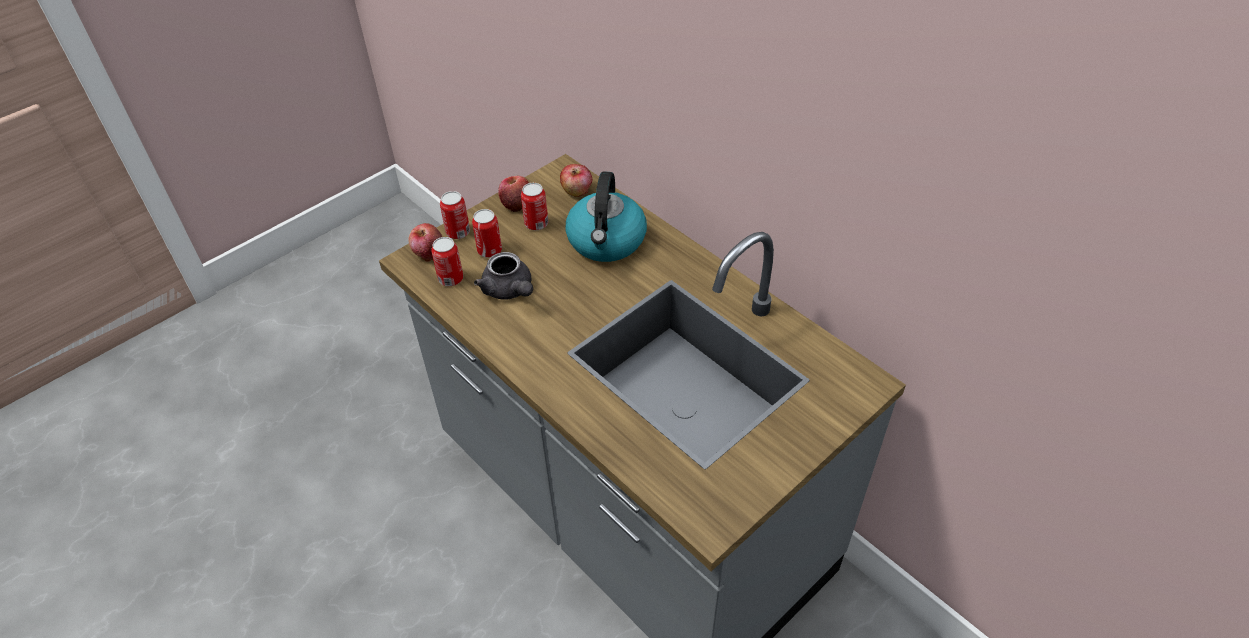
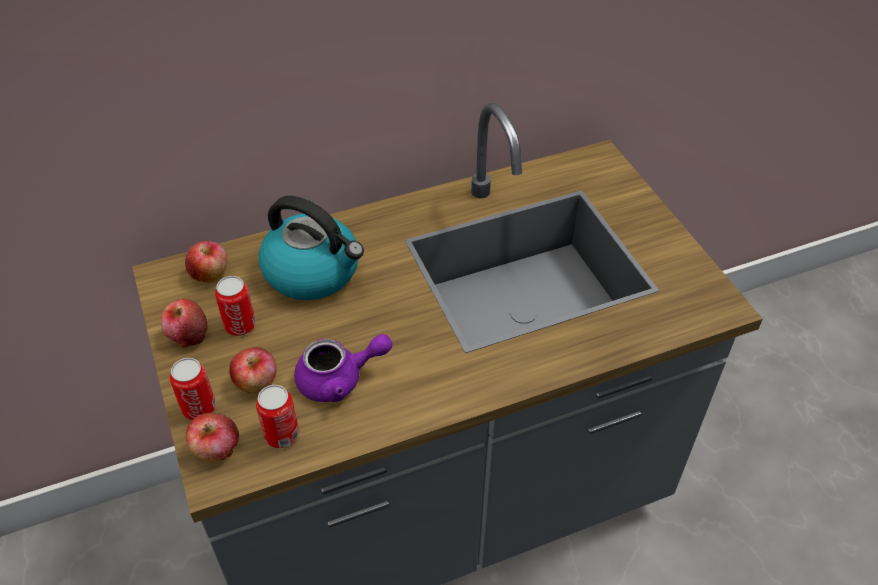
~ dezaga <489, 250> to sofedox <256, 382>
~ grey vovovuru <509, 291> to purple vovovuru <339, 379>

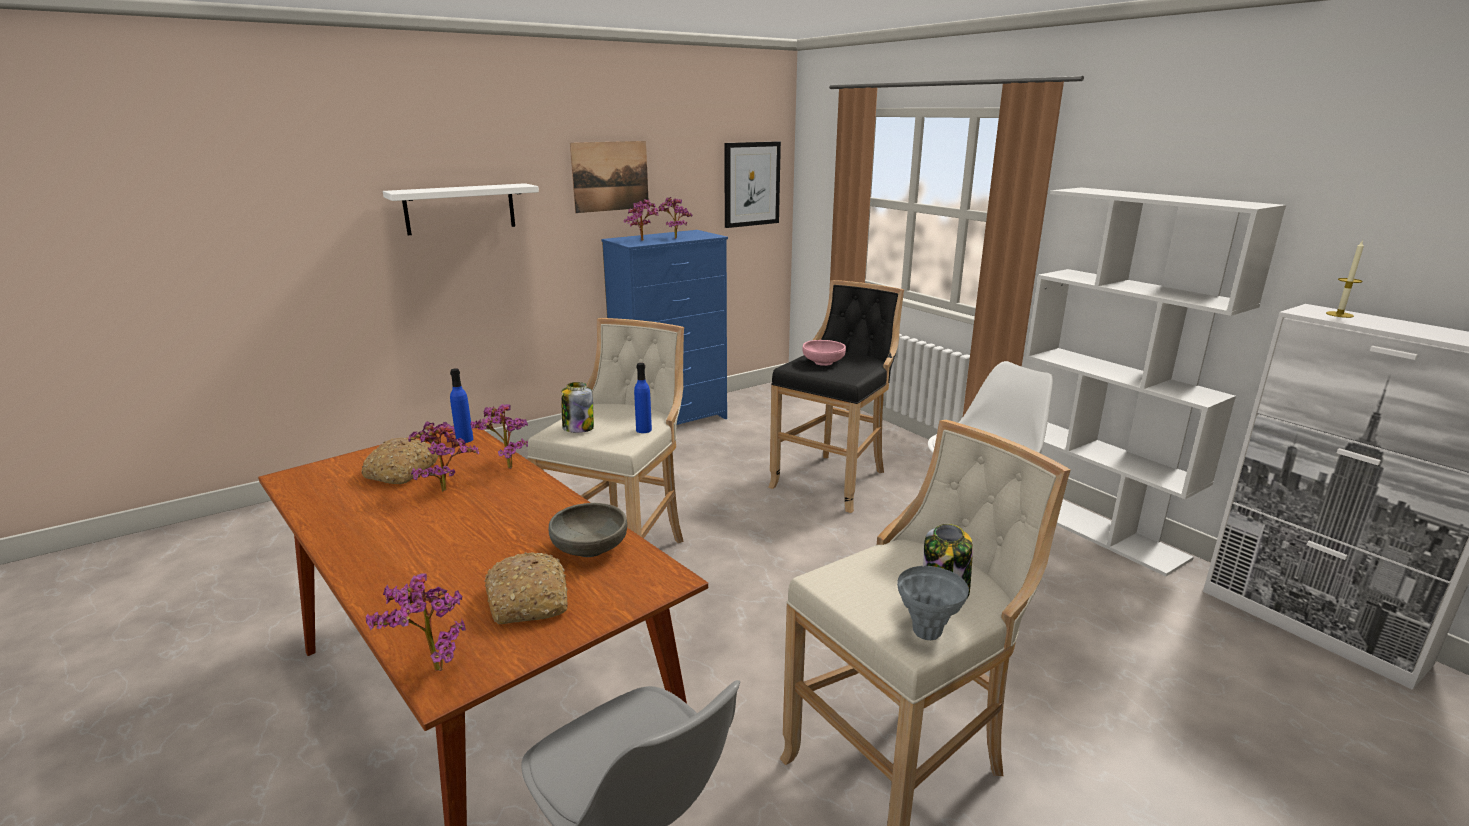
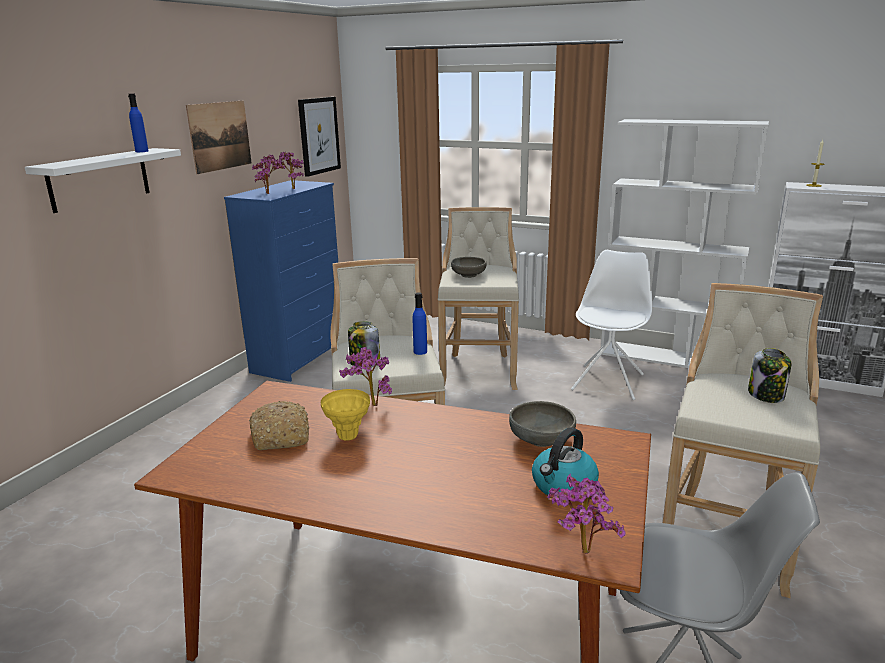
~ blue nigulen <464, 439> to <142, 151>
~ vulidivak <445, 488> to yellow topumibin <348, 436>
~ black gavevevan <834, 479> to beige gavevevan <479, 370>
~ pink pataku <823, 362> to grey pataku <468, 275>
~ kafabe <529, 600> to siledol <563, 486>
- grey topumibin <927, 632>

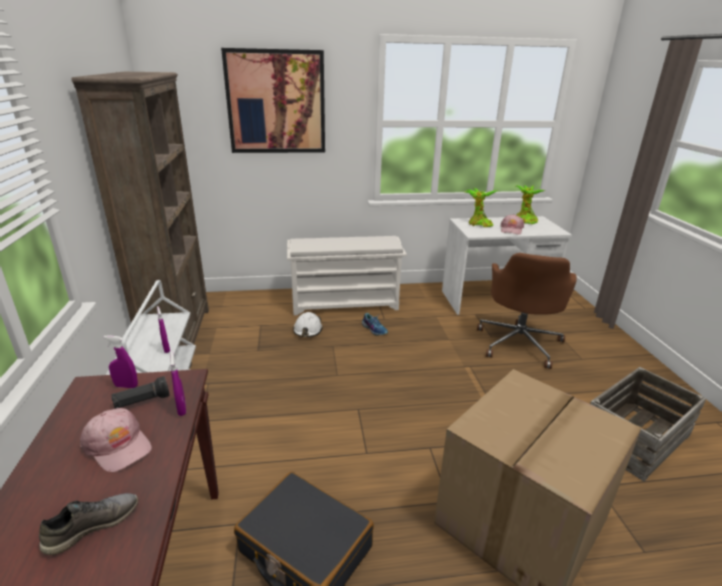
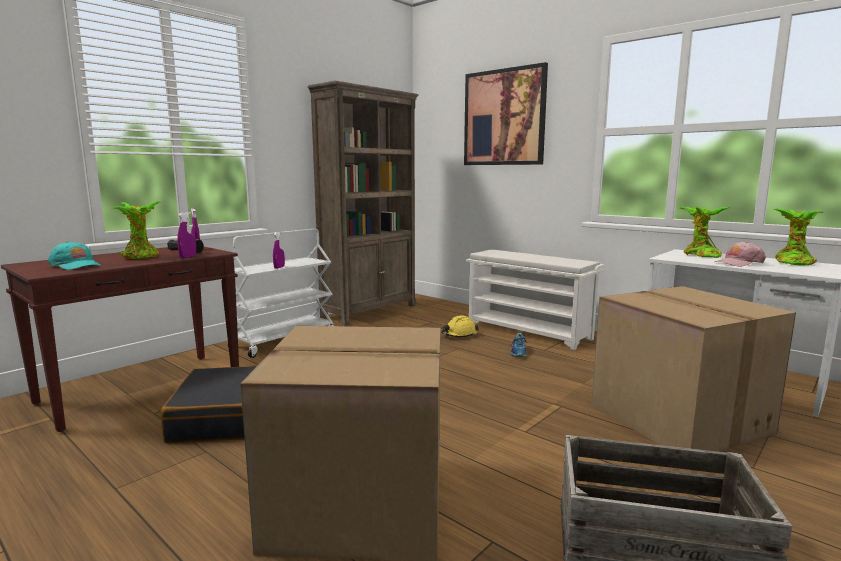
~ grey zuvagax <93, 525> to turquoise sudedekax <76, 265>
~ pink sudedekax <118, 445> to vulidivak <141, 257>
~ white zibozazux <308, 330> to yellow zibozazux <459, 335>
~ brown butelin <519, 342> to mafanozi <676, 418>

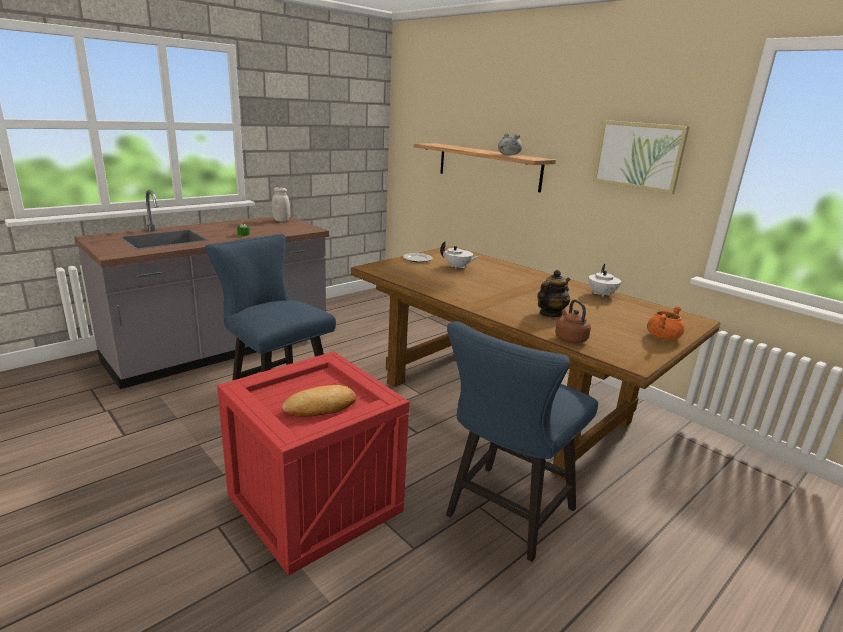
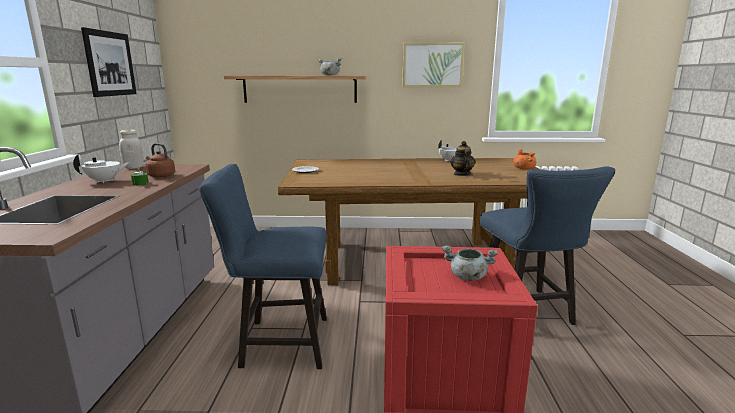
~ white vovovuru <458, 267> to <104, 181>
+ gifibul <110, 63>
~ brown siledol <570, 338> to <160, 176>
~ kafabe <321, 406> to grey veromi <467, 277>

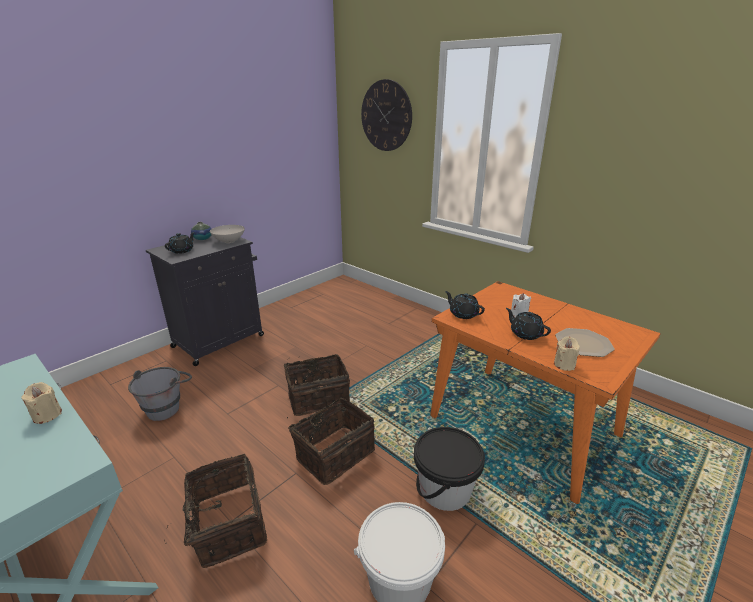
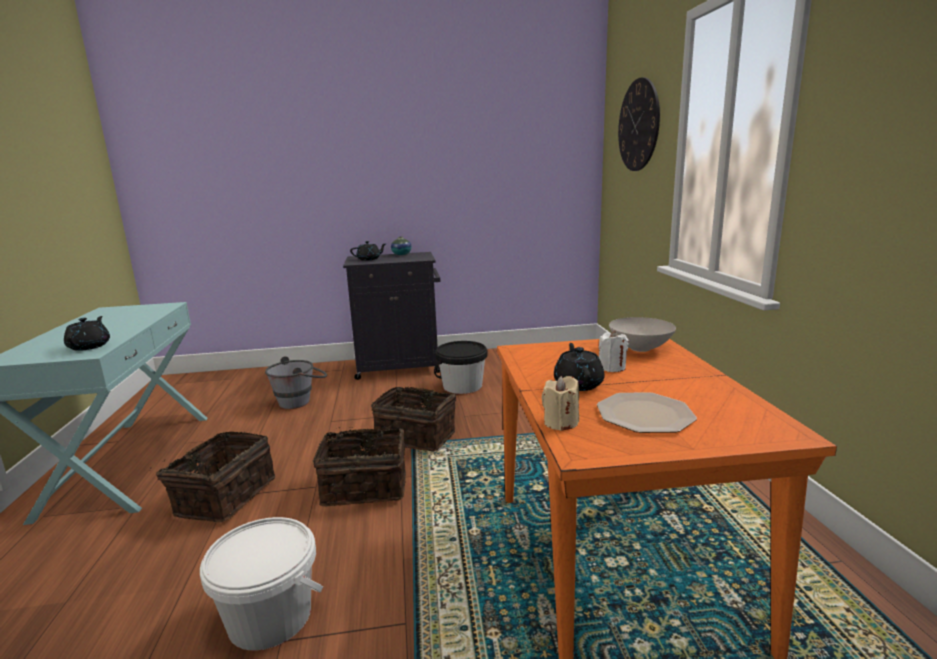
~ black vovovuru <463, 314> to <90, 346>
~ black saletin <445, 488> to <462, 386>
~ white pataku <228, 241> to <639, 348>
- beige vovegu <47, 415>

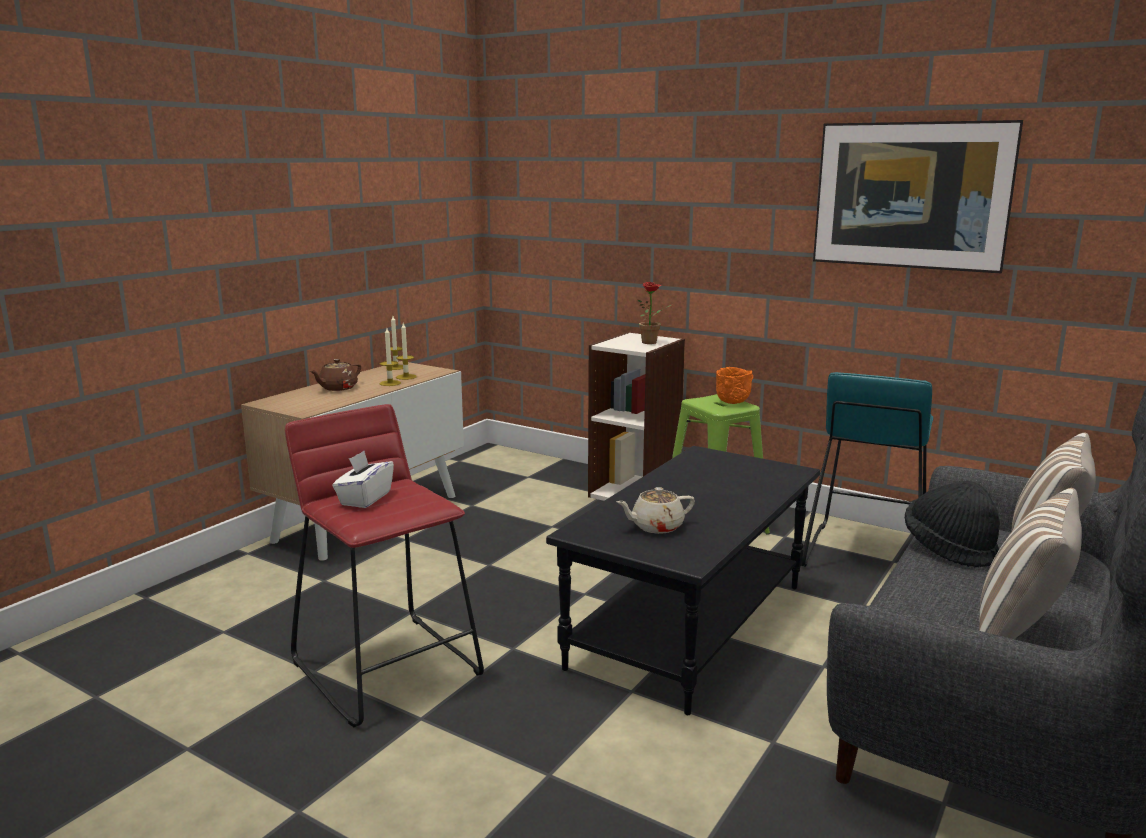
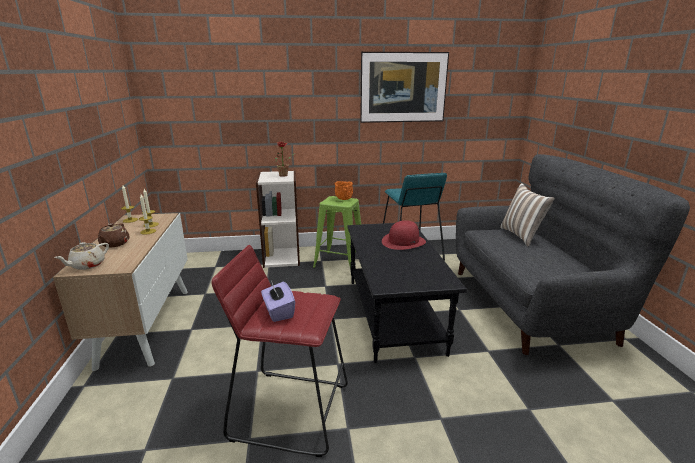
~ beige vovovuru <656, 527> to <87, 265>
~ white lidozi <365, 498> to purple lidozi <278, 312>
+ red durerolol <403, 241>
- black durerolol <949, 549>
- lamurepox <1019, 637>

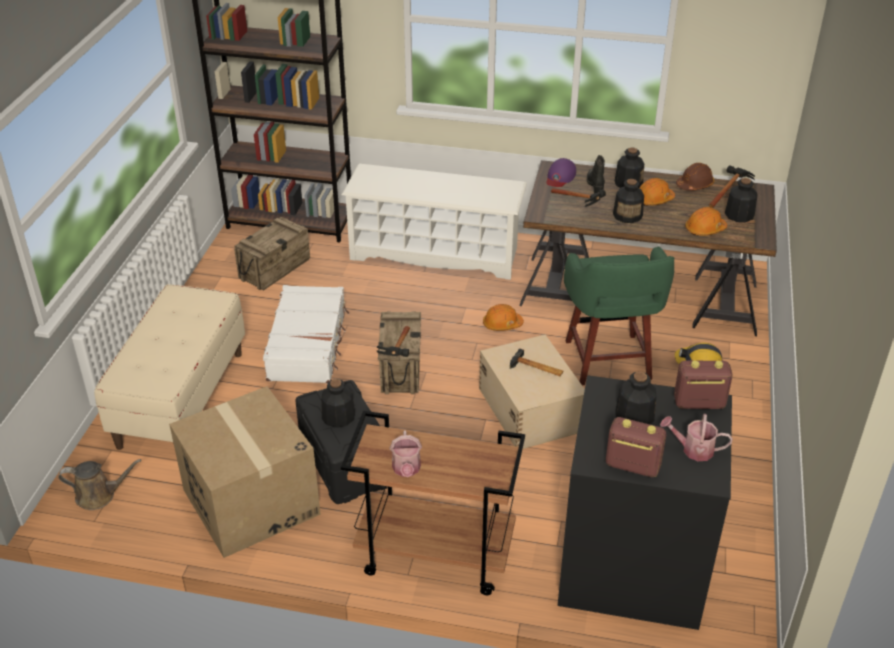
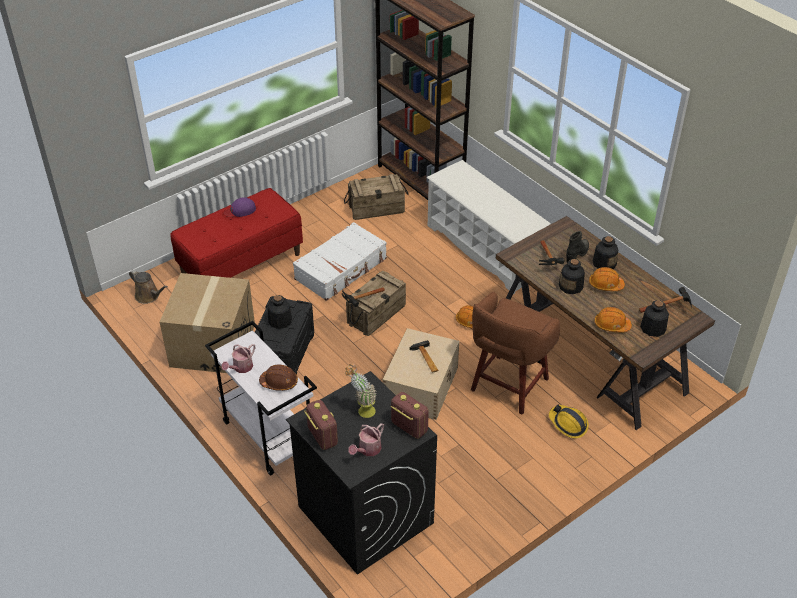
~ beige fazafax <181, 398> to red fazafax <241, 264>
~ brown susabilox <433, 555> to white susabilox <268, 435>
~ purple sudedekax <560, 177> to <240, 210>
~ brown zibozazux <694, 185> to <279, 382>
~ nigulen <633, 416> to vulidivak <362, 410>
~ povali <693, 449> = <367, 450> 105 degrees counterclockwise
~ green gavevevan <608, 362> to brown gavevevan <508, 386>

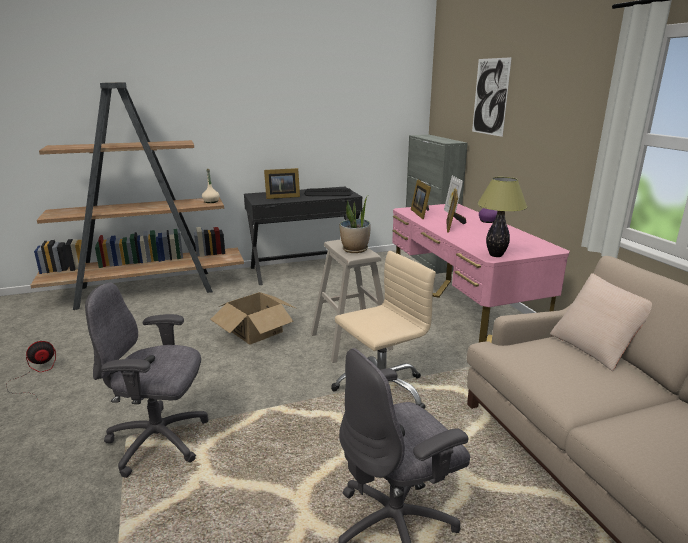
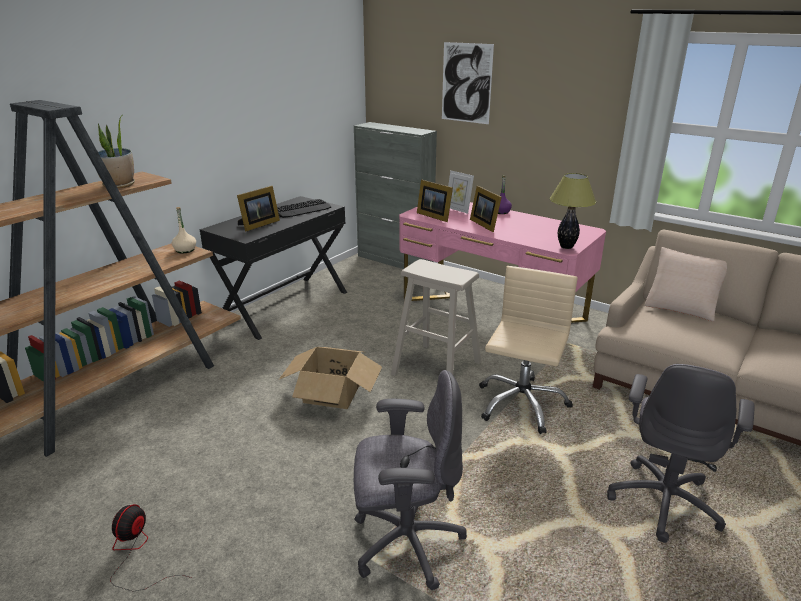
~ vulidivak <355, 250> to <119, 185>
~ grey butelin <160, 441> = <405, 542> 150 degrees counterclockwise

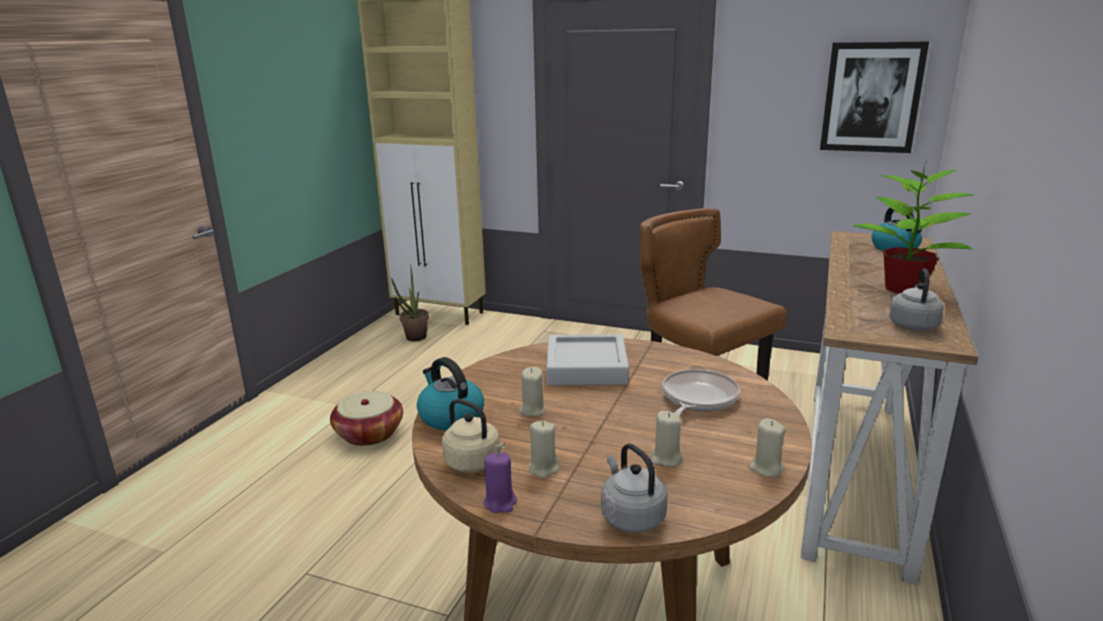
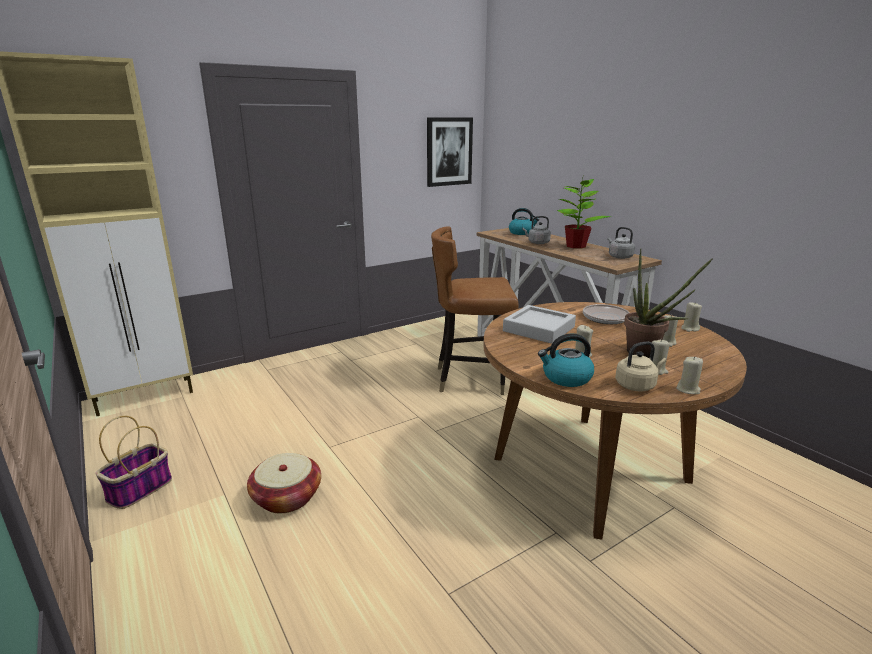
+ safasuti <139, 490>
~ grey siledol <631, 516> to <537, 243>
~ vulidivak <414, 339> to <647, 354>
~ purple vovegu <500, 503> to beige vovegu <688, 390>

